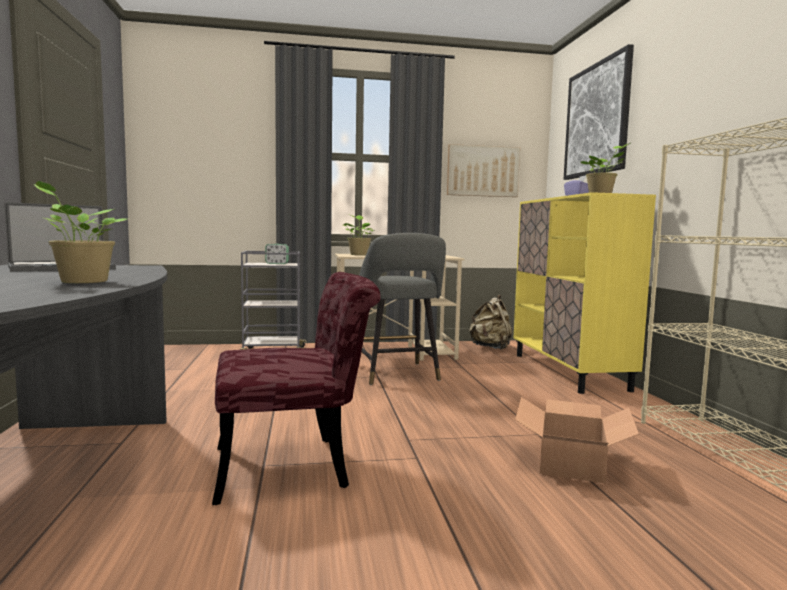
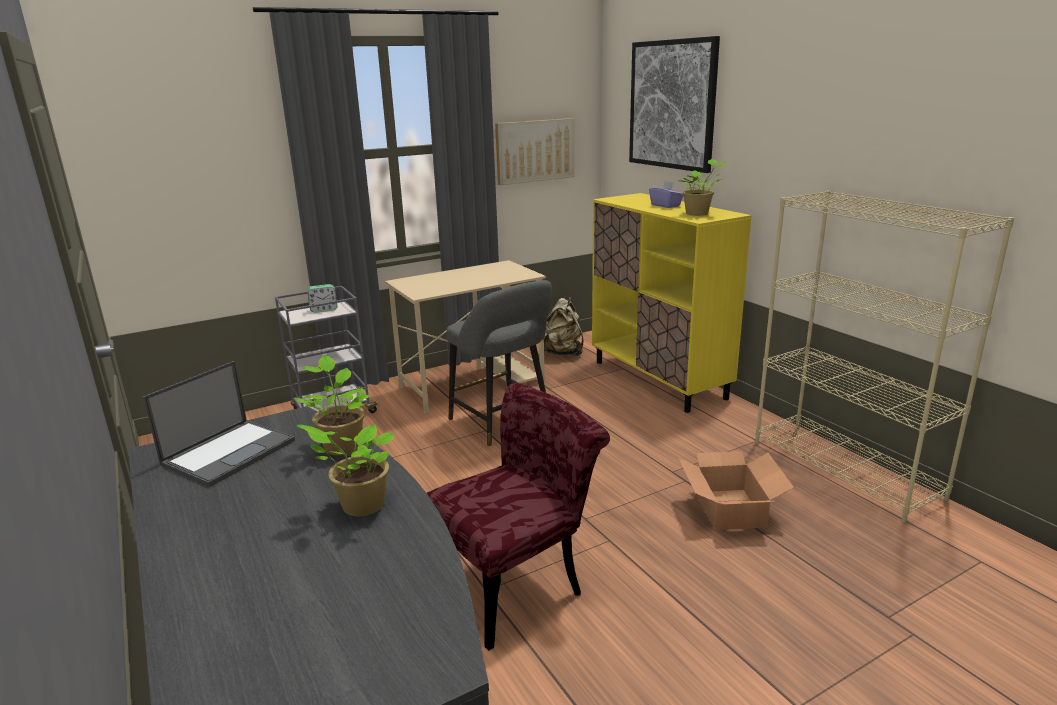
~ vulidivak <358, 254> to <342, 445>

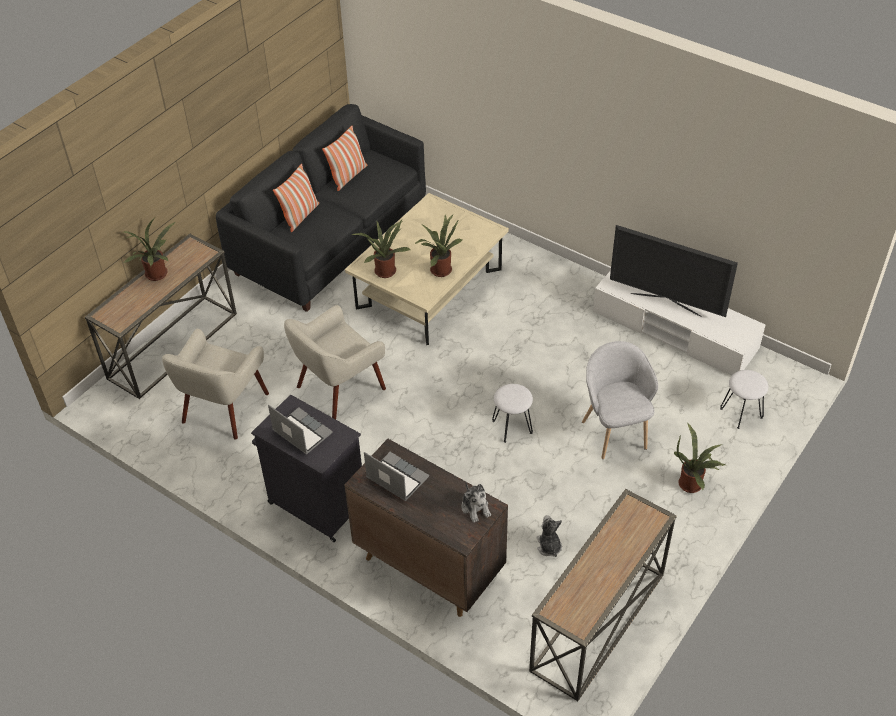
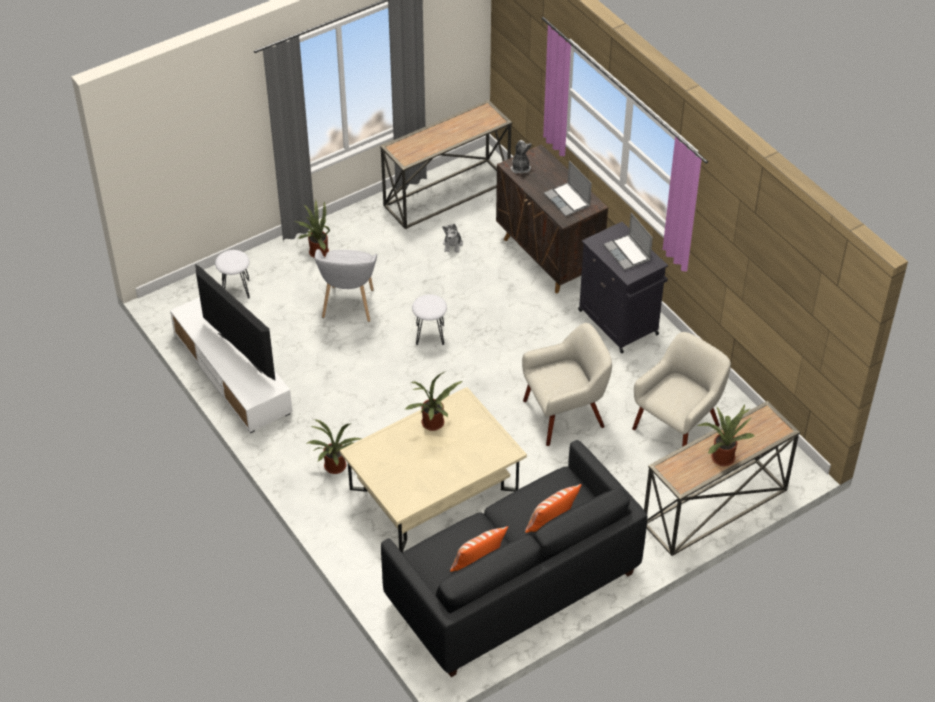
~ vulidivak <385, 270> to <334, 468>

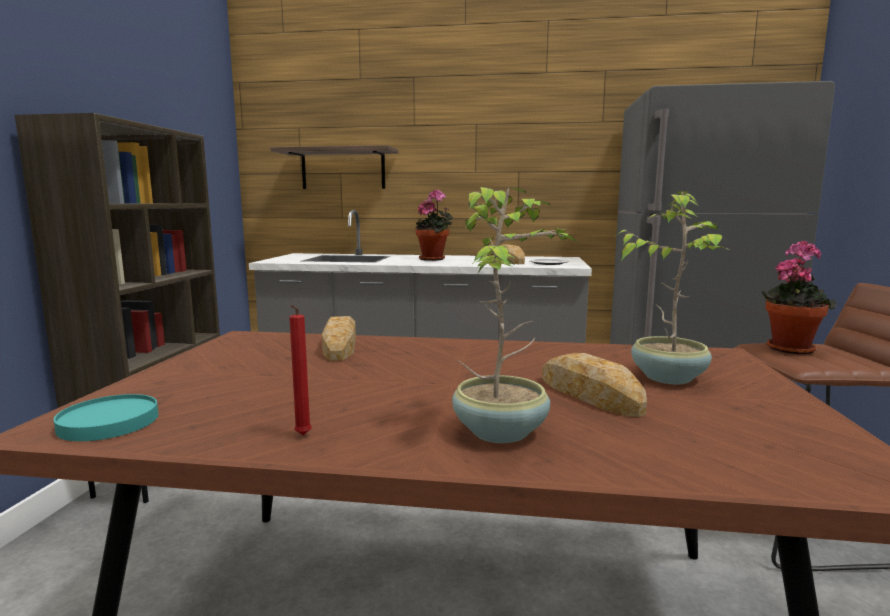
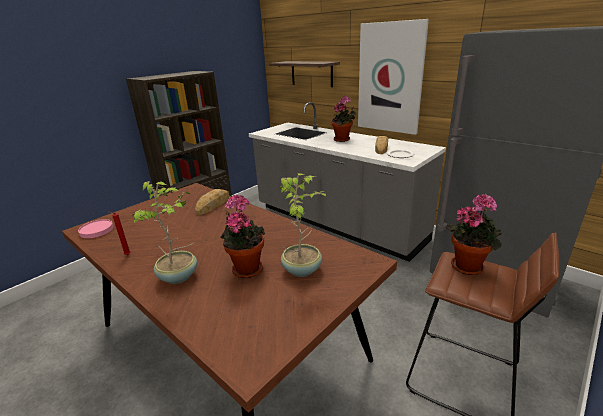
~ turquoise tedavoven <108, 422> to pink tedavoven <96, 230>
~ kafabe <590, 394> to vulidivak <246, 268>
+ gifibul <390, 78>

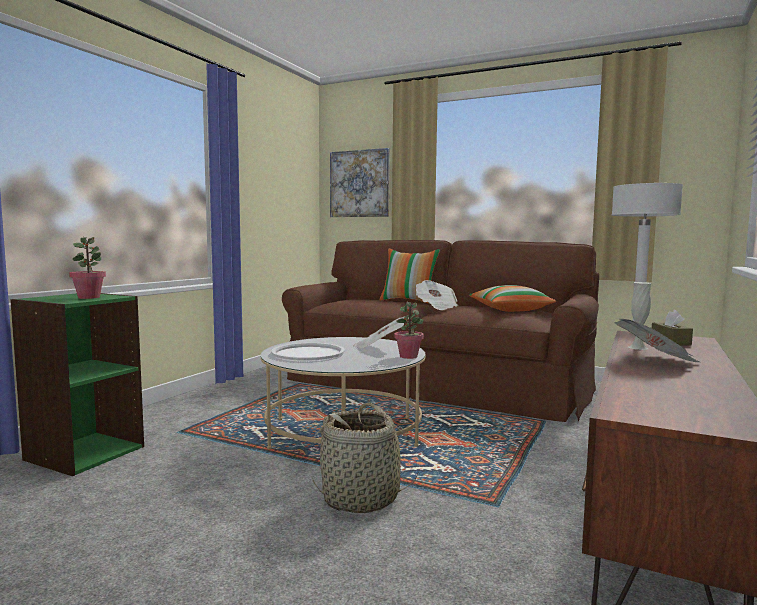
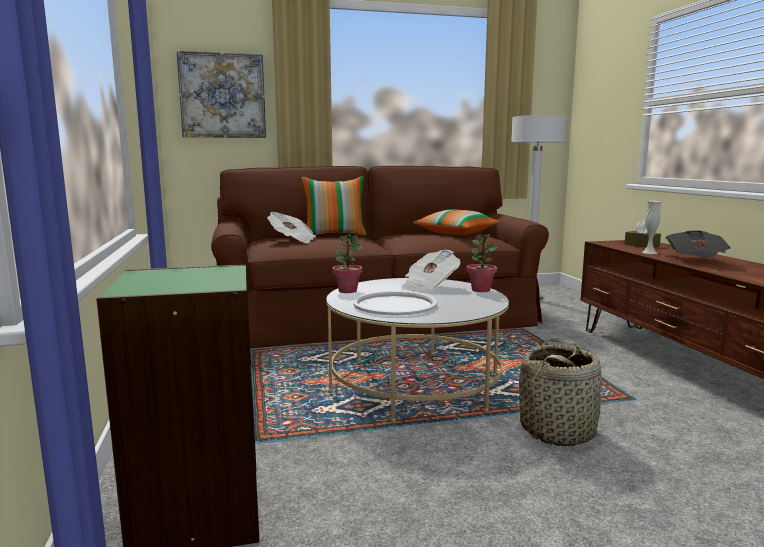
~ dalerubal <436, 307> to <292, 240>
~ vulidivak <89, 297> to <347, 291>

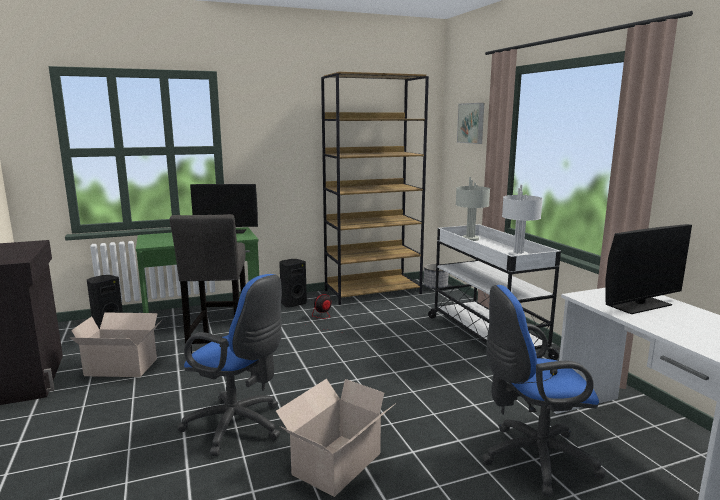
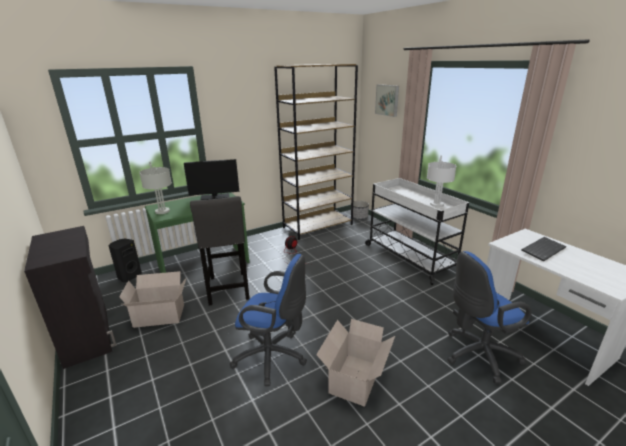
~ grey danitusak <470, 239> to <163, 211>
~ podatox <640, 305> to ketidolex <542, 249>
- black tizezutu <293, 303>

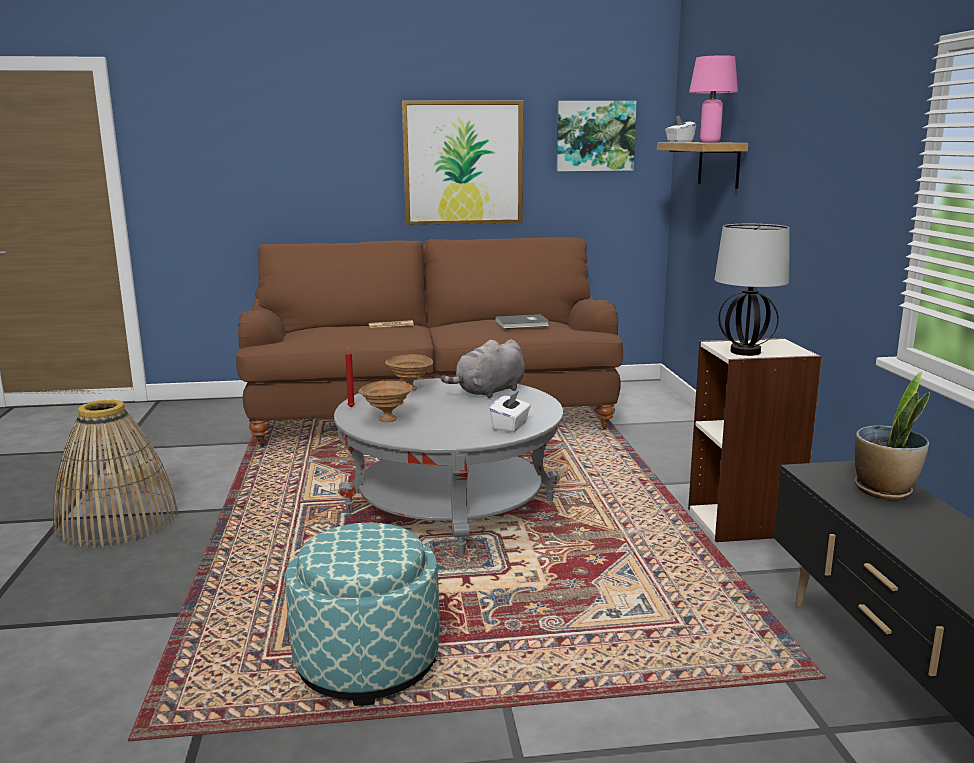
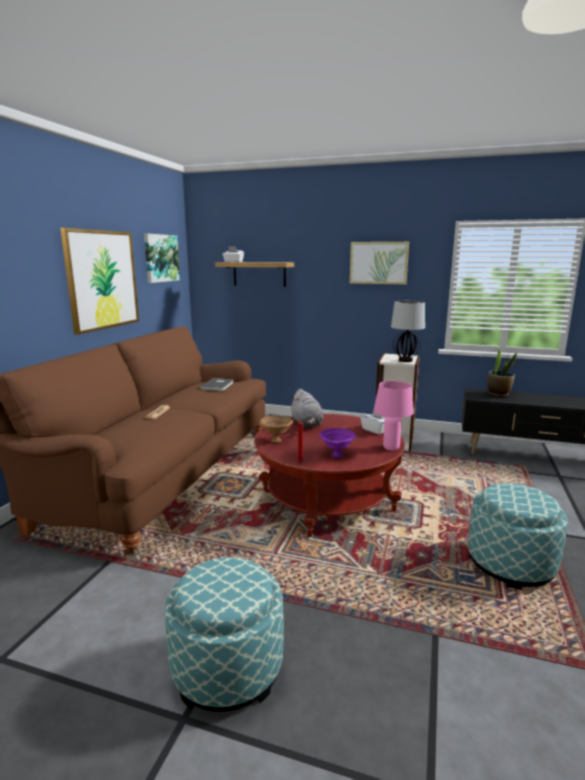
~ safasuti <117, 521> to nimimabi <227, 667>
~ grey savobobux <451, 507> to red savobobux <327, 500>
~ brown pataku <386, 419> to purple pataku <337, 455>
+ gifibul <378, 263>
~ pink danitusak <709, 142> to <390, 448>

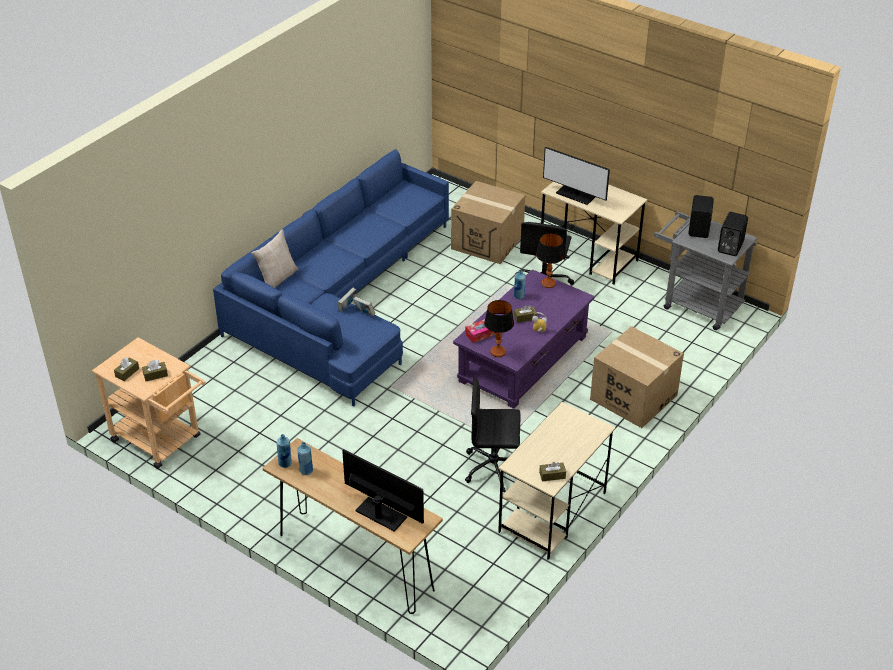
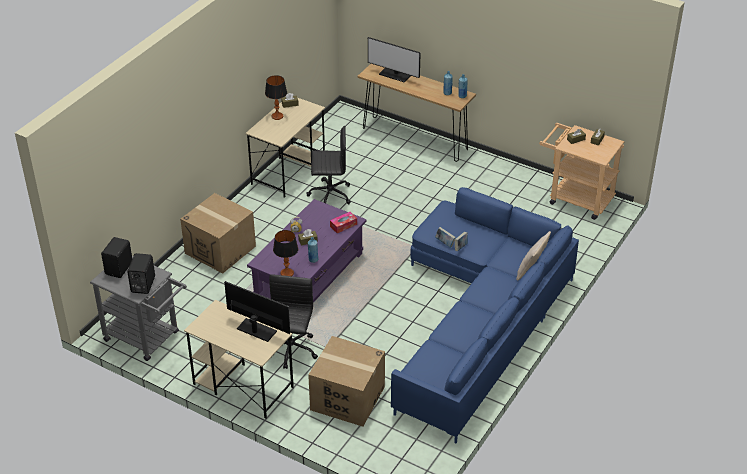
~ danitusak <498, 352> to <277, 116>

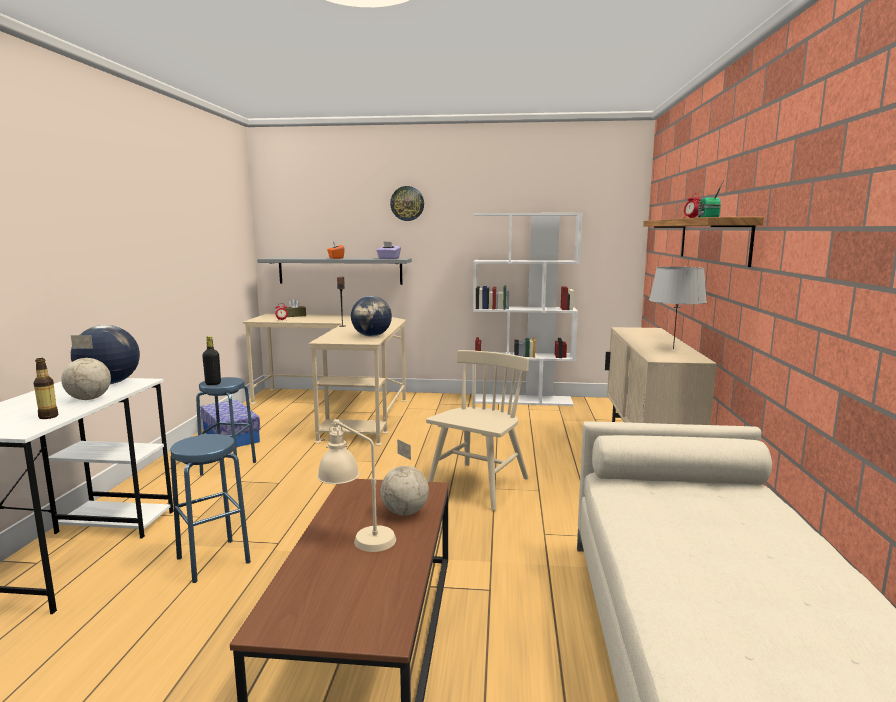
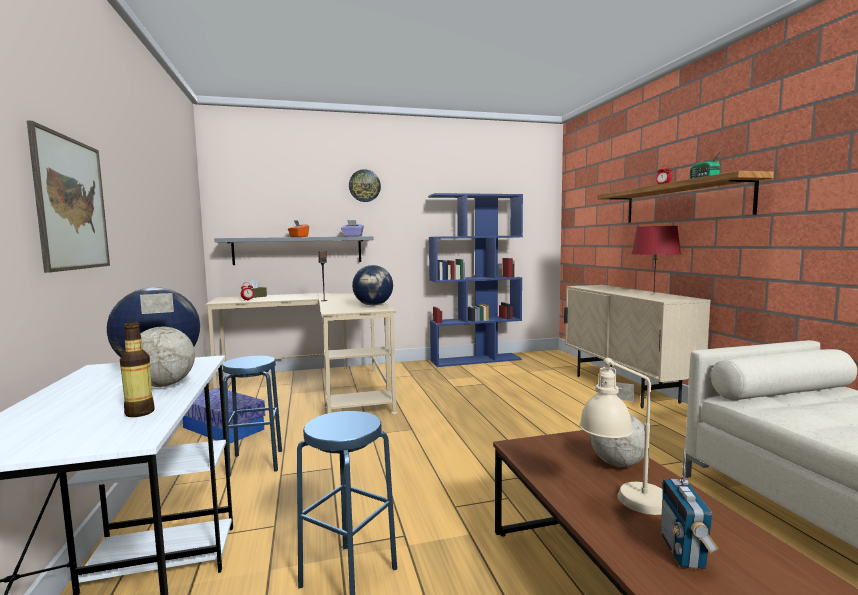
+ gifibul <72, 204>
~ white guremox <522, 400> to blue guremox <476, 360>
~ grey danitusak <673, 348> to red danitusak <654, 294>
+ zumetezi <684, 553>
- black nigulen <213, 384>
- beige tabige <478, 486>

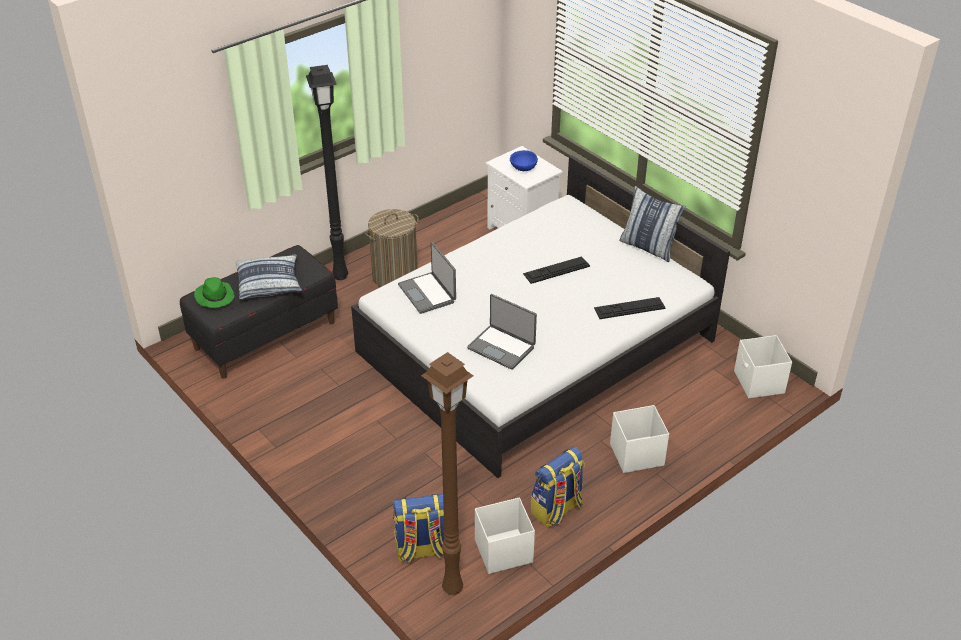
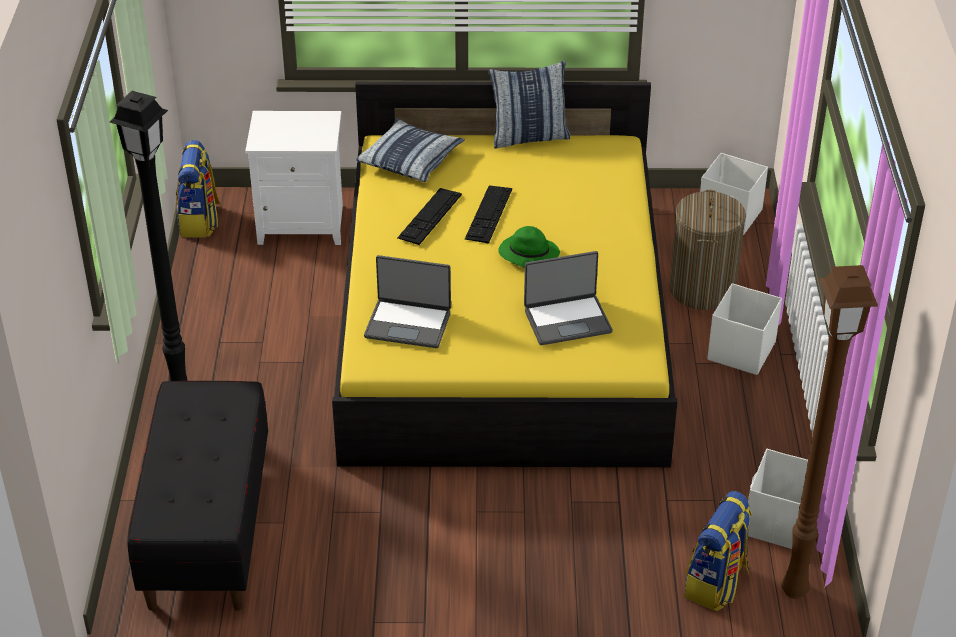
~ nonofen <557, 509> to <200, 221>
~ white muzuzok <535, 346> to yellow muzuzok <502, 324>
~ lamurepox <269, 283> to <411, 159>
~ ketidolex <629, 308> to <429, 216>
~ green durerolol <214, 297> to <527, 254>
~ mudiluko <395, 276> to <702, 289>
- blue pataku <523, 168>

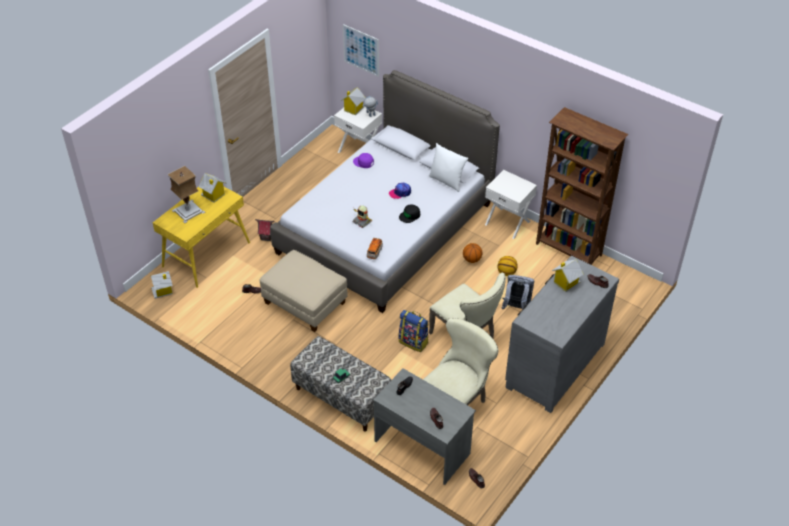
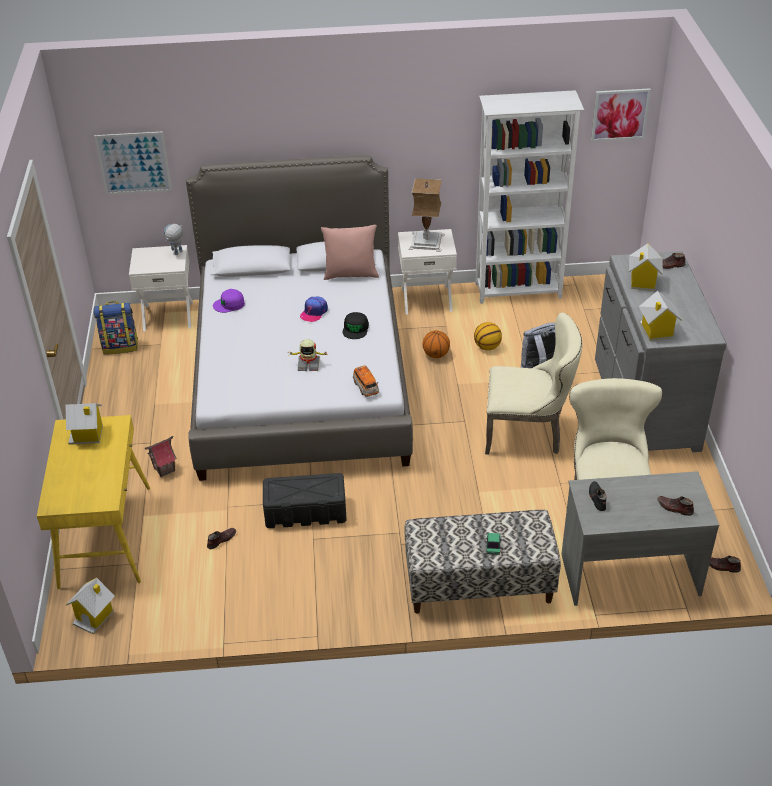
~ nonofen <414, 342> to <120, 346>
~ beige nimimabi <305, 303> to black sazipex <306, 512>
~ white lamurepox <447, 181> to pink lamurepox <351, 274>
~ danitusak <189, 211> to <427, 241>
~ brown guremox <569, 250> to white guremox <519, 291>
+ gifibul <620, 114>
~ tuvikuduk <353, 109> to <656, 331>

